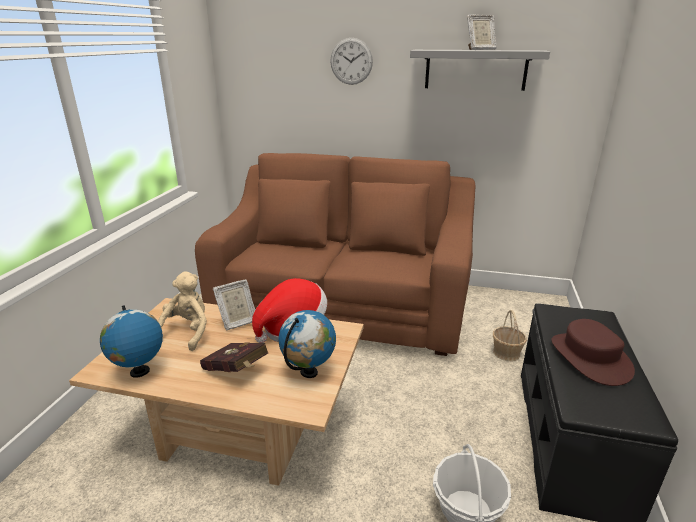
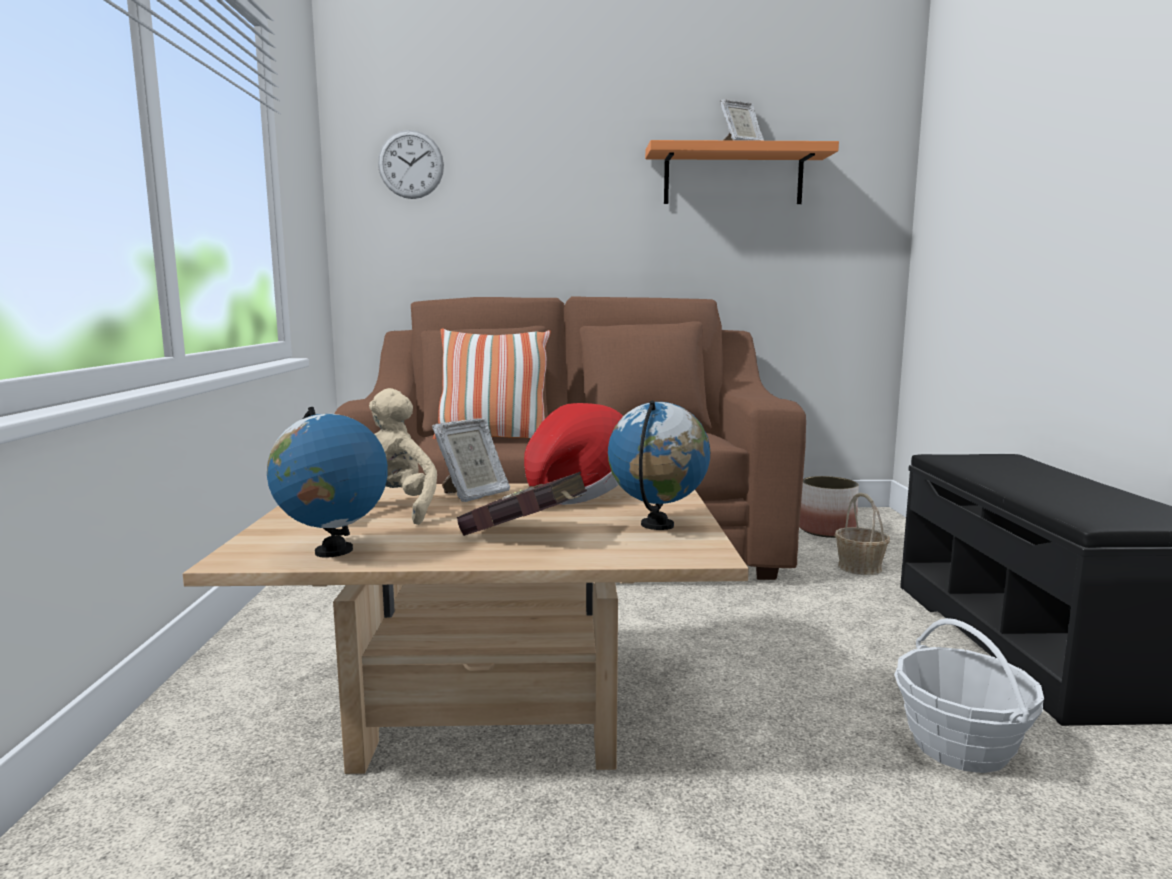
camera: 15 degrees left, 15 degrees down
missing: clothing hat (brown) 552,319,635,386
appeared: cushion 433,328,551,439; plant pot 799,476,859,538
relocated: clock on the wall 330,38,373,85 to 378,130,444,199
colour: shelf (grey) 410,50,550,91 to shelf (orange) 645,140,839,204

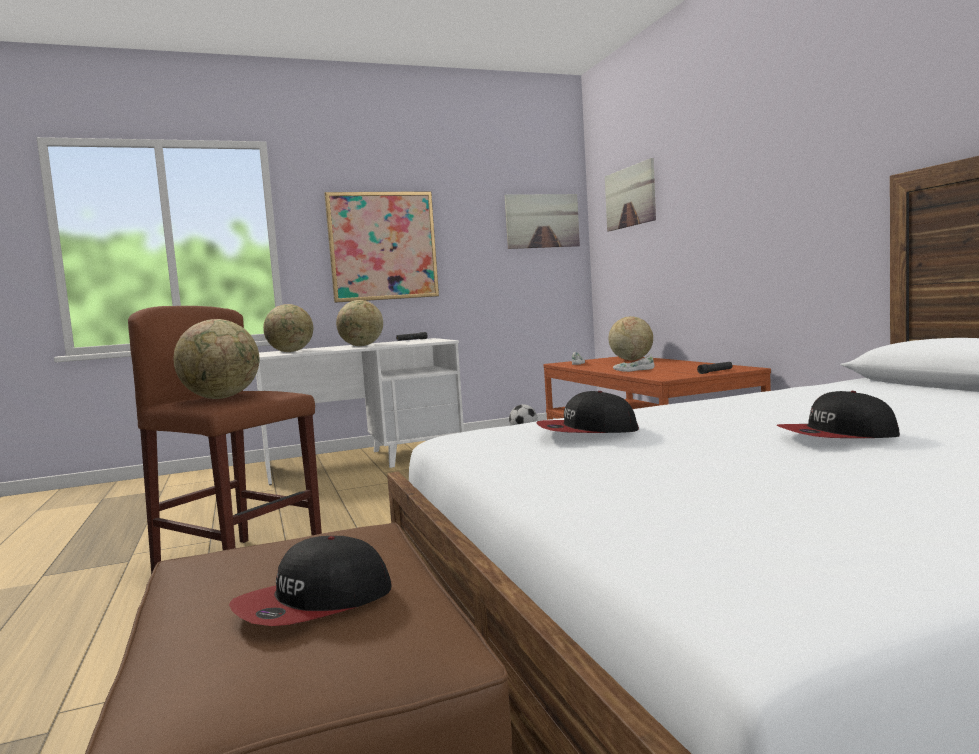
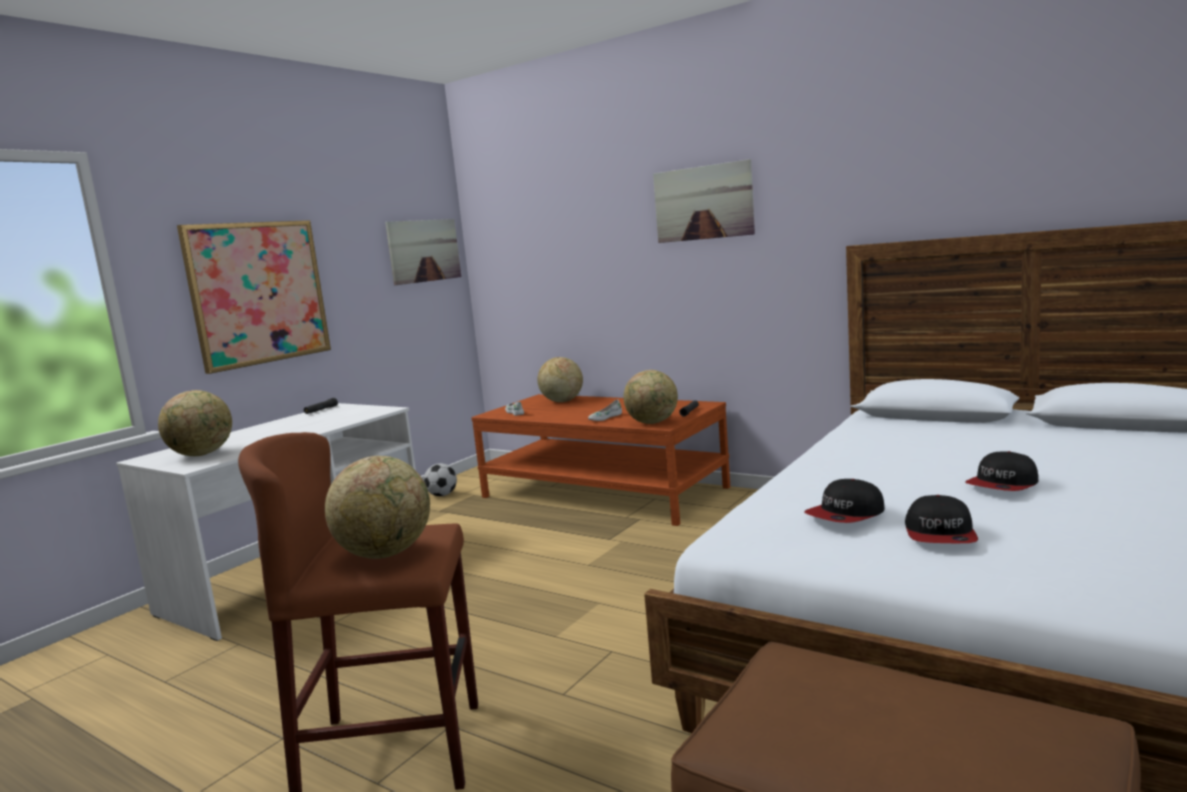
camera: 35 degrees left, 5 degrees up
relocated: cap 229,536,392,626 to 905,495,978,543; world globe 336,300,383,346 to 623,370,678,424; wall picture 605,158,656,231 to 653,159,755,243

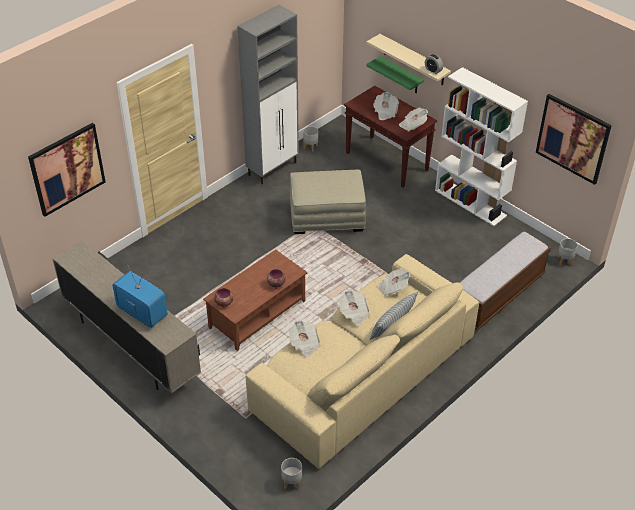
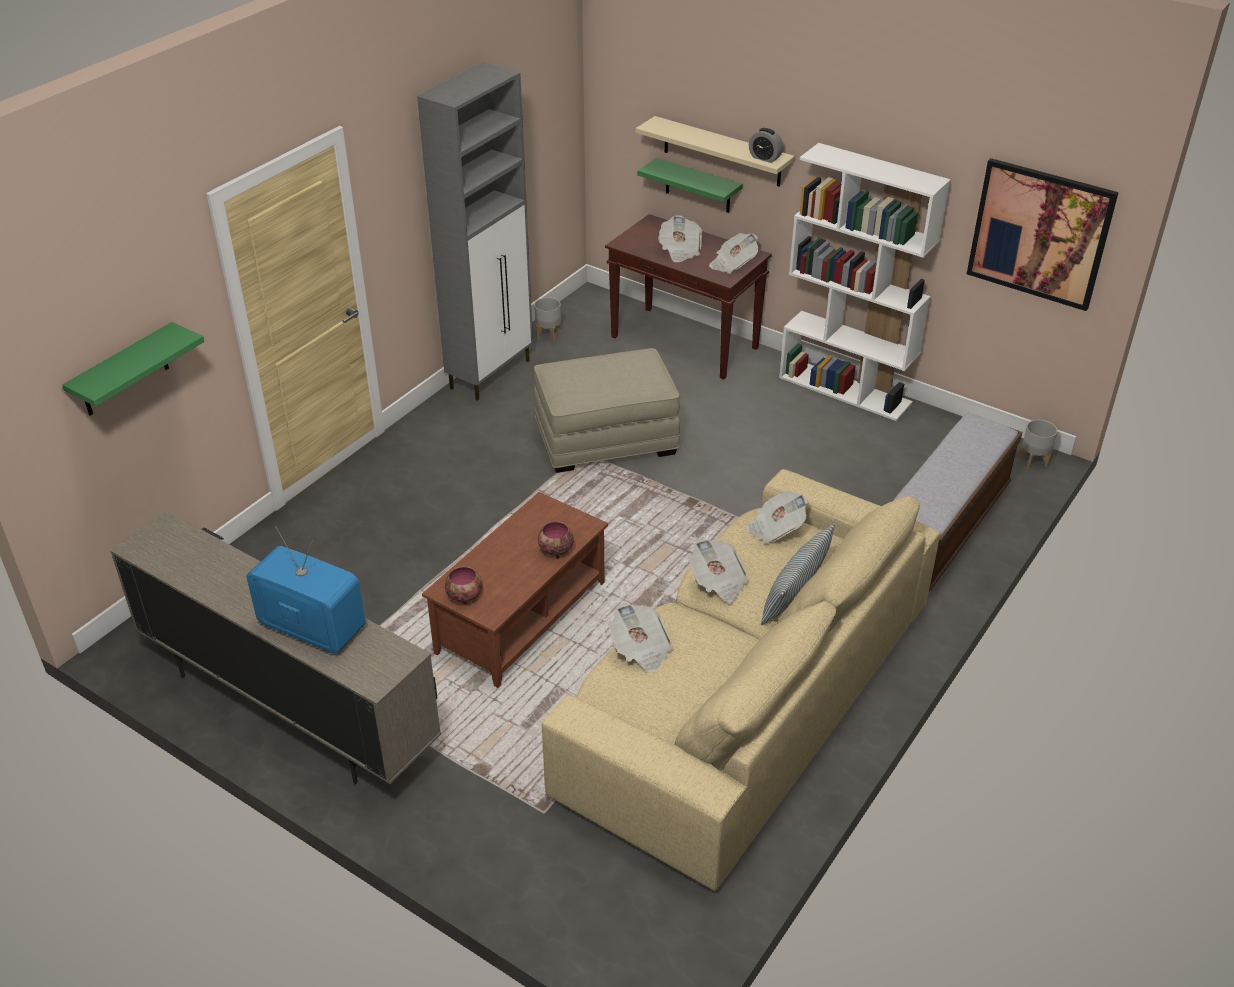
camera: 10 degrees left, 5 degrees down
missing: plant pot (grey) 281,458,302,489
exchanged: wall picture 28,123,106,217 to shelf (greenish) 62,322,204,416

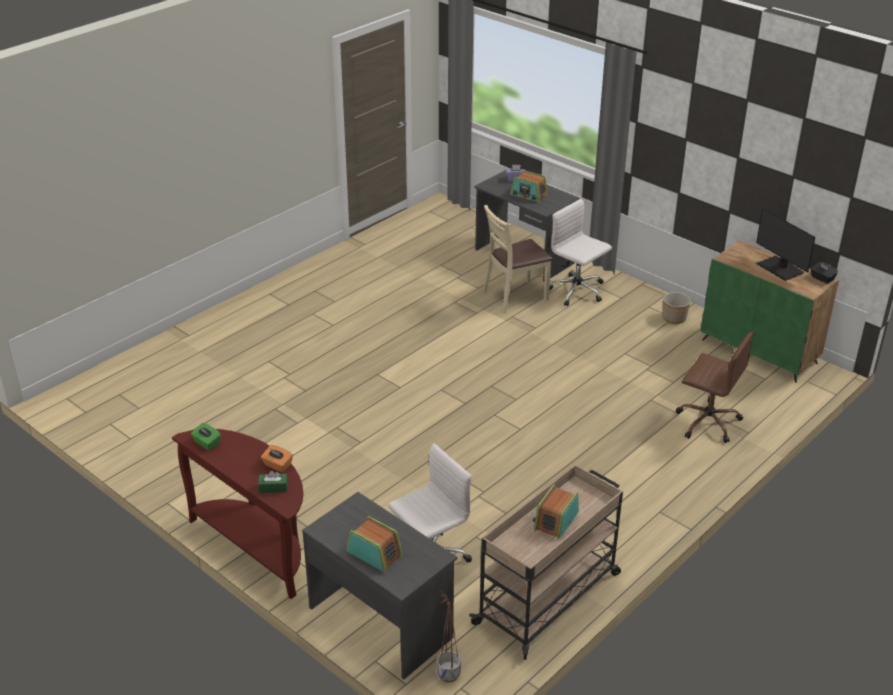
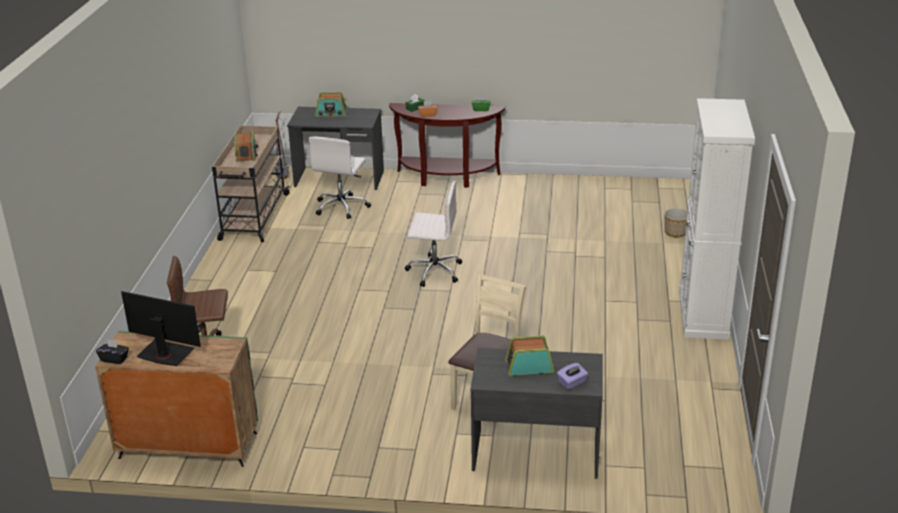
camera: 145 degrees right, 5 degrees down
appeared: storage cabinet (white) 679,98,755,340
relocated: desk chair (white) 549,199,612,306 to 405,181,462,287; plant pot 663,292,691,324 to 664,208,687,237

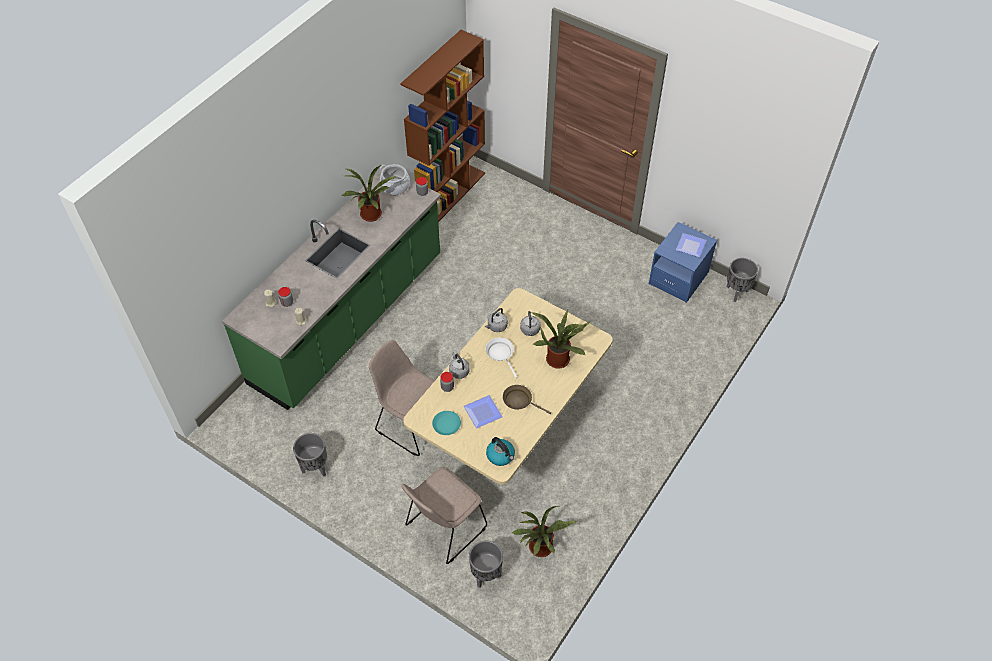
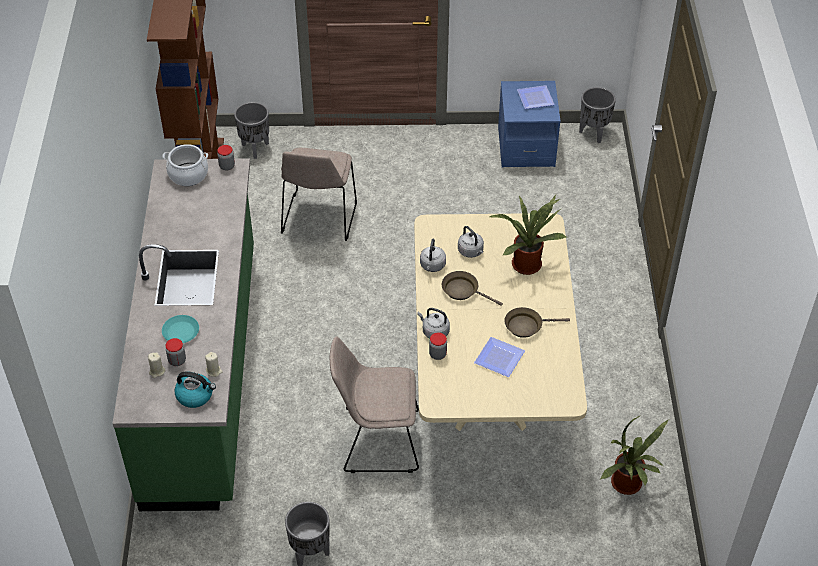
camera: 35 degrees left, 5 degrees down
missing: houseplant 341,165,397,222
relocated: plain chair (beige-coloured) 401,467,487,564 to 281,148,357,241; plate (blue-green) 432,411,461,435 to 162,315,199,343; plant pot (grey) 469,541,503,588 to 234,102,269,159; kettle 486,437,515,466 to 175,371,216,408
colour: pan (white) 486,337,517,378 to pan (brown) 442,271,503,306

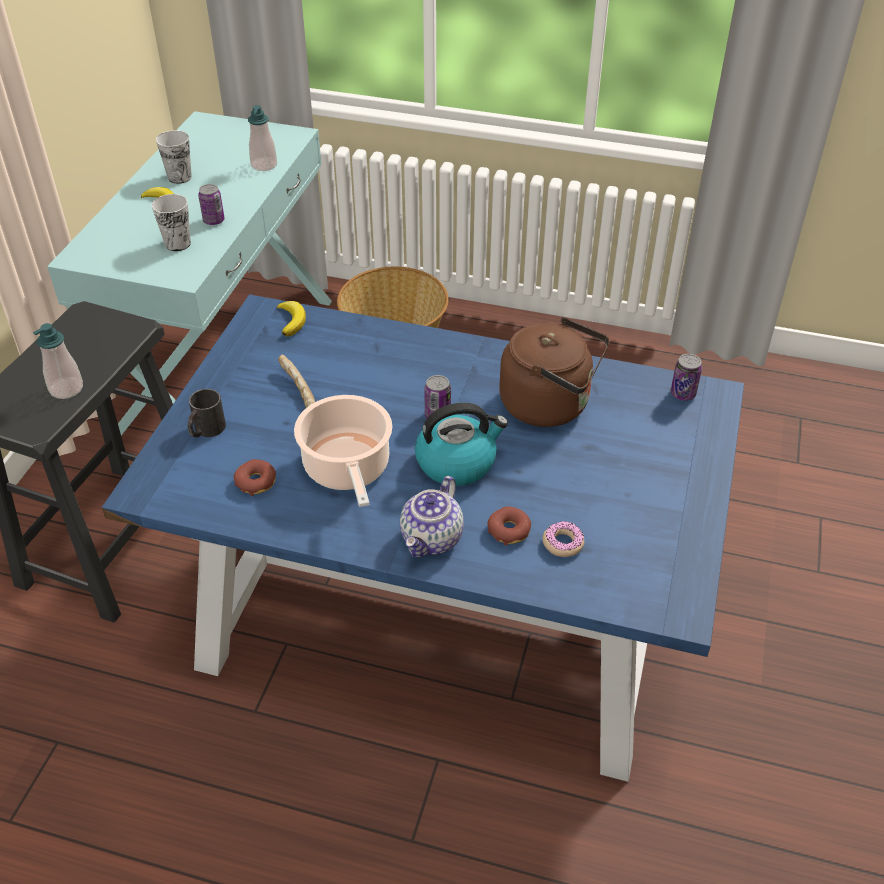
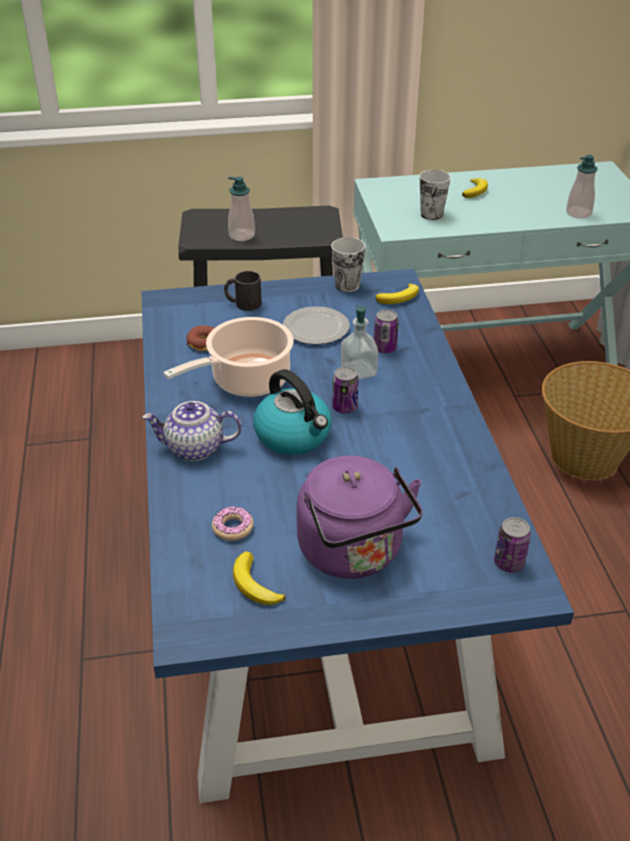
camera: 65 degrees right, 5 degrees down
missing: donut 488,506,531,546; kettle (brown) 499,317,610,427
appeared: banana 233,551,286,605; kettle (purplish) 297,456,423,579; liquid soap bottle 341,305,378,379
relocated: small cup 156,130,192,184 to 331,237,365,292; can 198,184,225,225 to 374,310,399,353
exchanged: bread 278,355,315,408 to plate 283,306,350,344

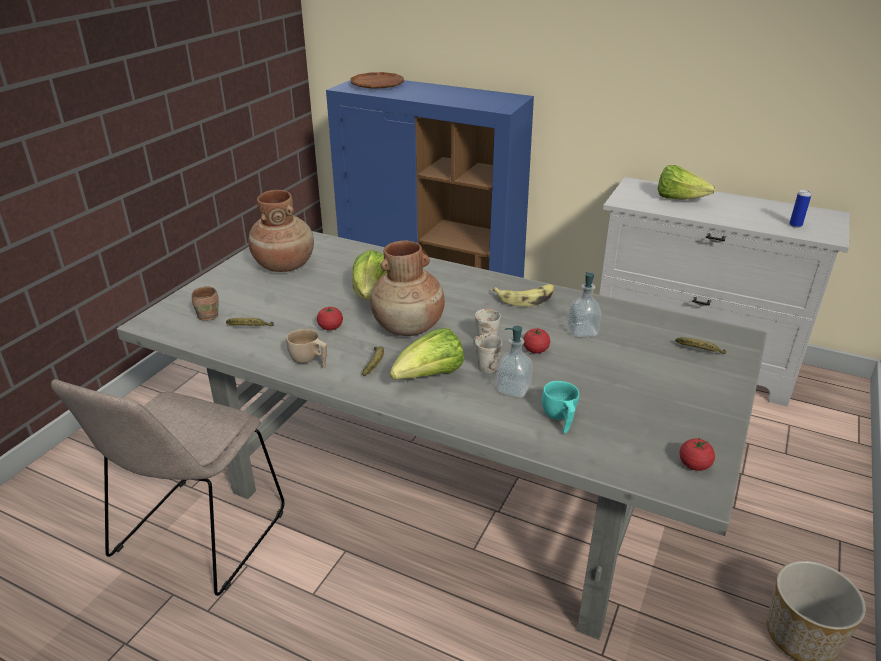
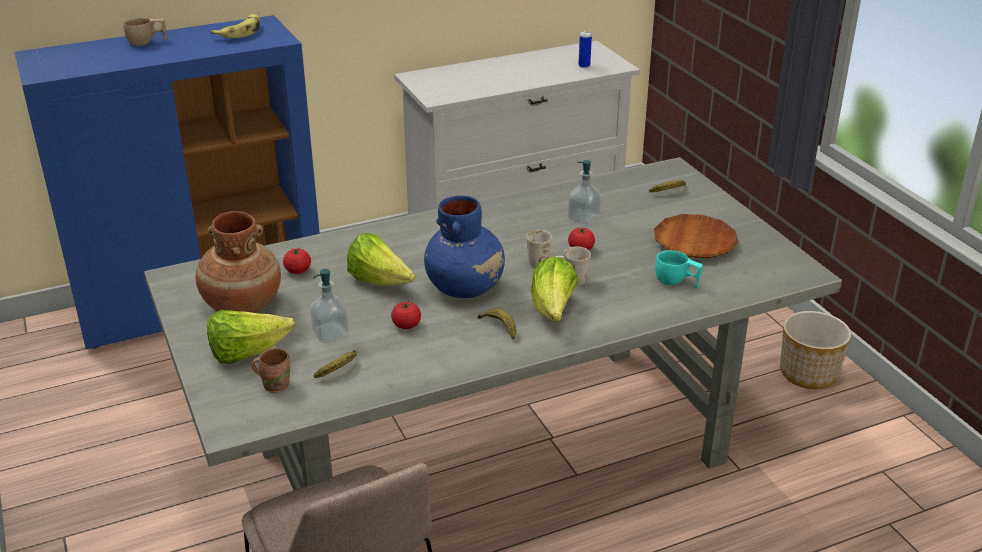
camera: 50 degrees left, 0 degrees up
relocated: small cup (beige-coloured) 287,329,327,368 to 123,18,167,46; plate (brown) 350,72,404,89 to 654,214,738,258; banana 493,284,554,307 to 211,14,260,38; liquid soap bottle 496,326,533,398 to 310,269,349,343; lettuce 658,165,716,200 to 207,310,295,364; tomato 680,438,715,471 to 283,248,311,274
colour: vase (brown) 370,240,445,336 to vase (blue) 424,196,505,298

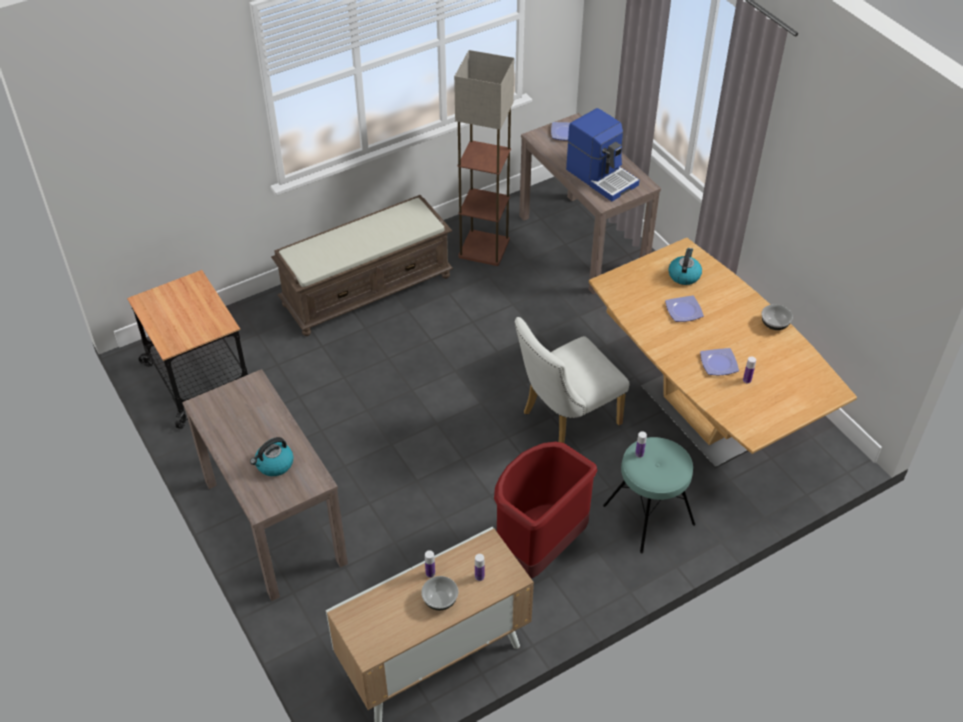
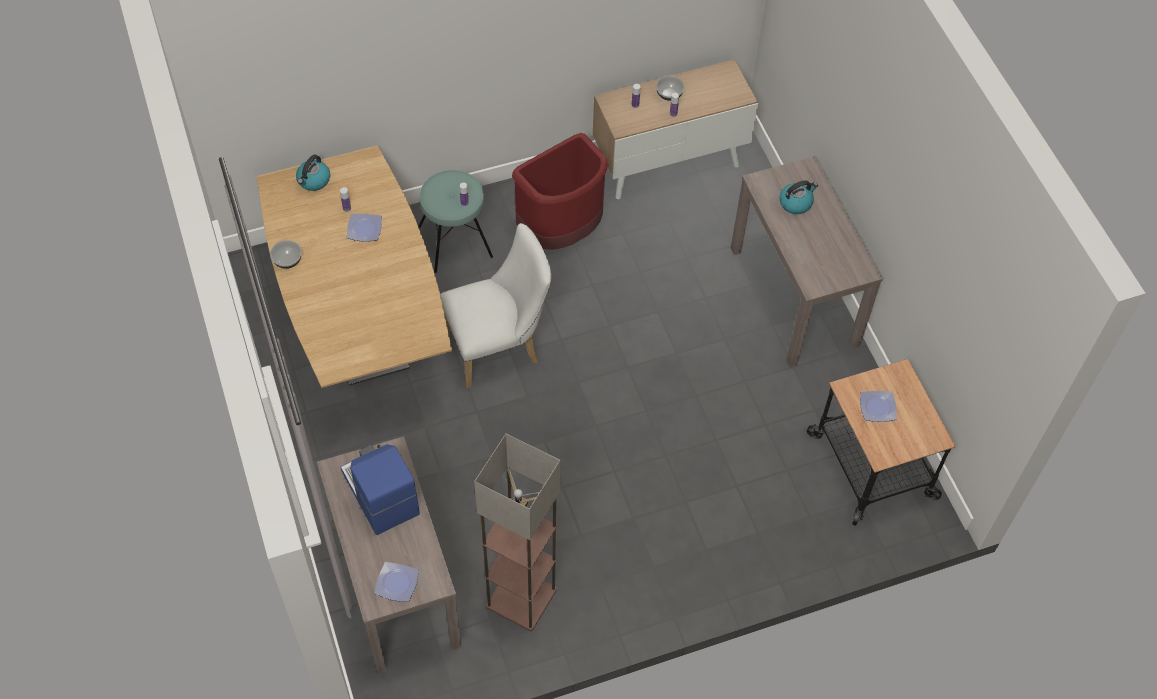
camera: 170 degrees left, 10 degrees up
missing: long seat (brown) 271,195,453,336
relocated: plate 665,295,704,322 to 860,391,897,422; kettle 668,248,702,285 to 296,155,330,191

